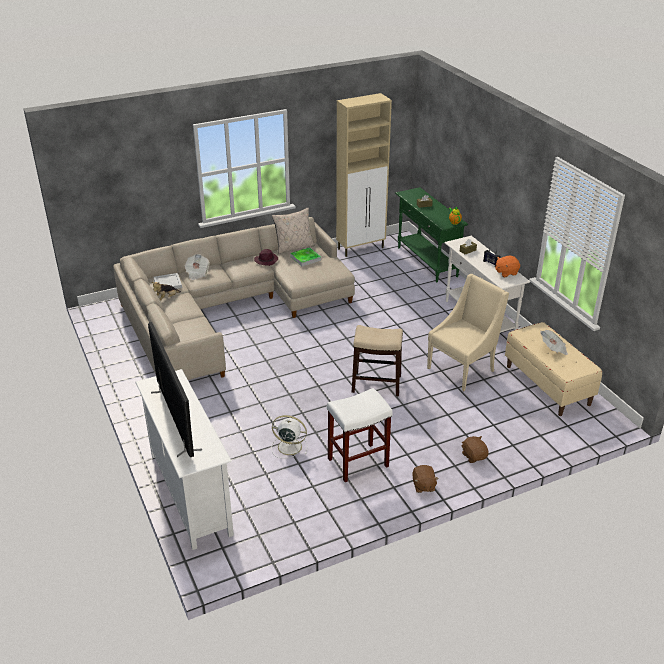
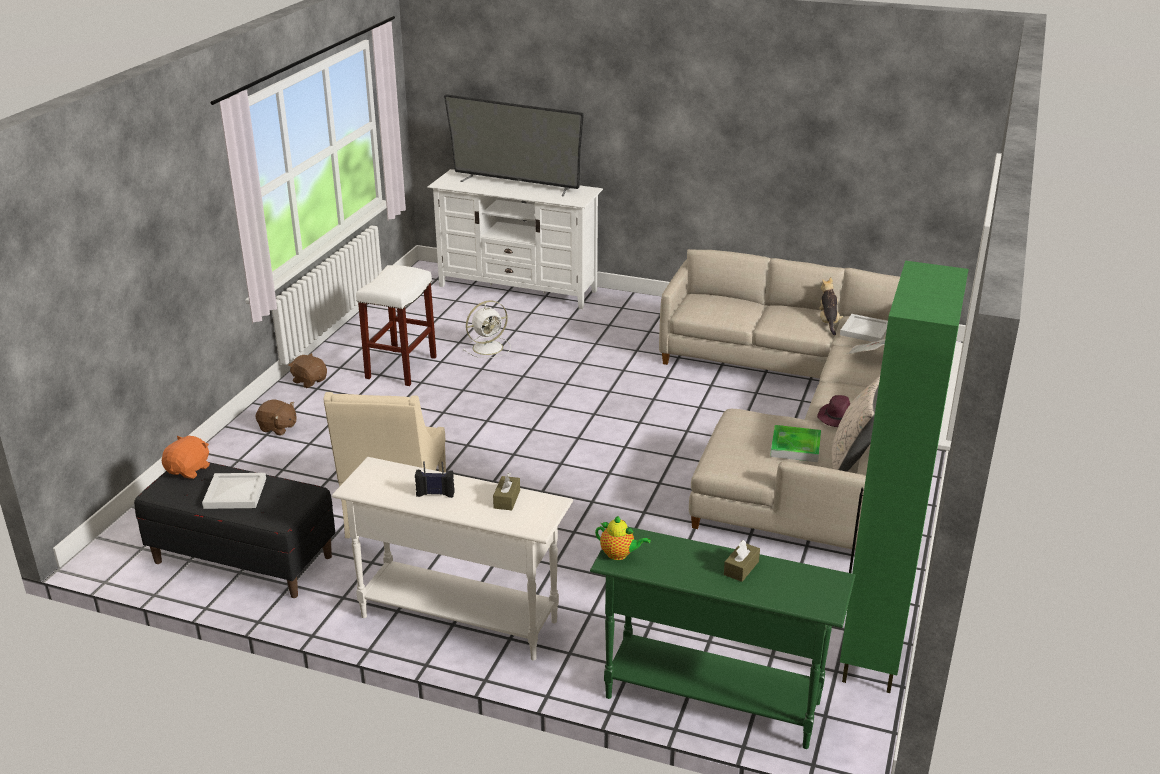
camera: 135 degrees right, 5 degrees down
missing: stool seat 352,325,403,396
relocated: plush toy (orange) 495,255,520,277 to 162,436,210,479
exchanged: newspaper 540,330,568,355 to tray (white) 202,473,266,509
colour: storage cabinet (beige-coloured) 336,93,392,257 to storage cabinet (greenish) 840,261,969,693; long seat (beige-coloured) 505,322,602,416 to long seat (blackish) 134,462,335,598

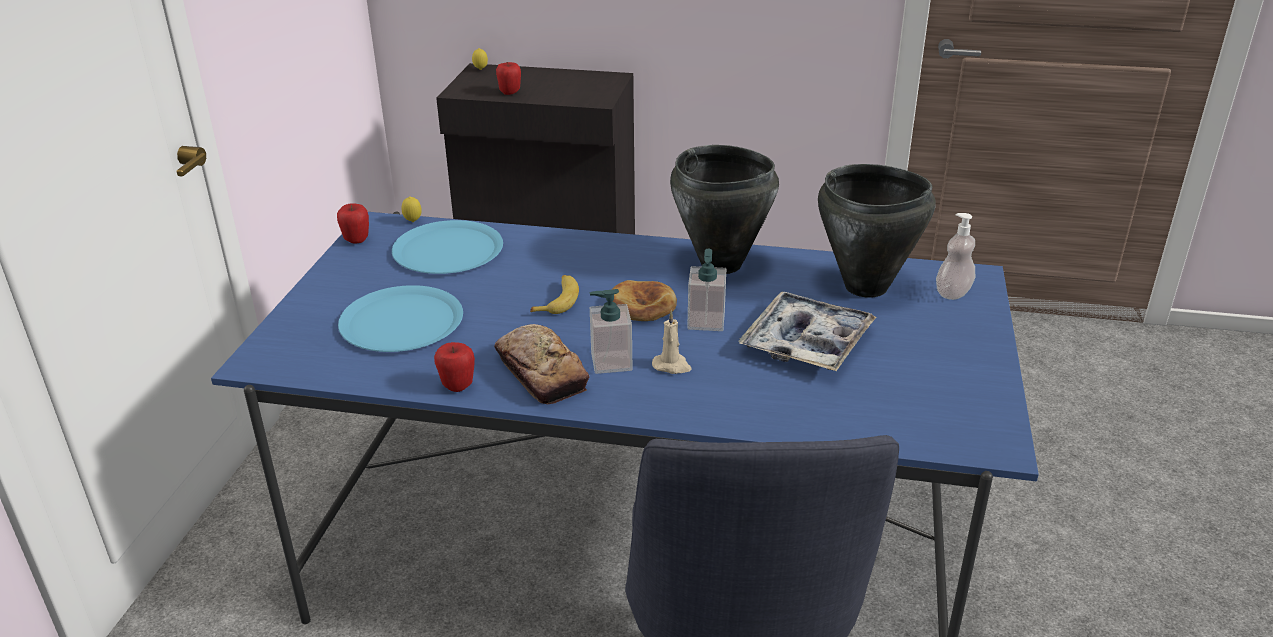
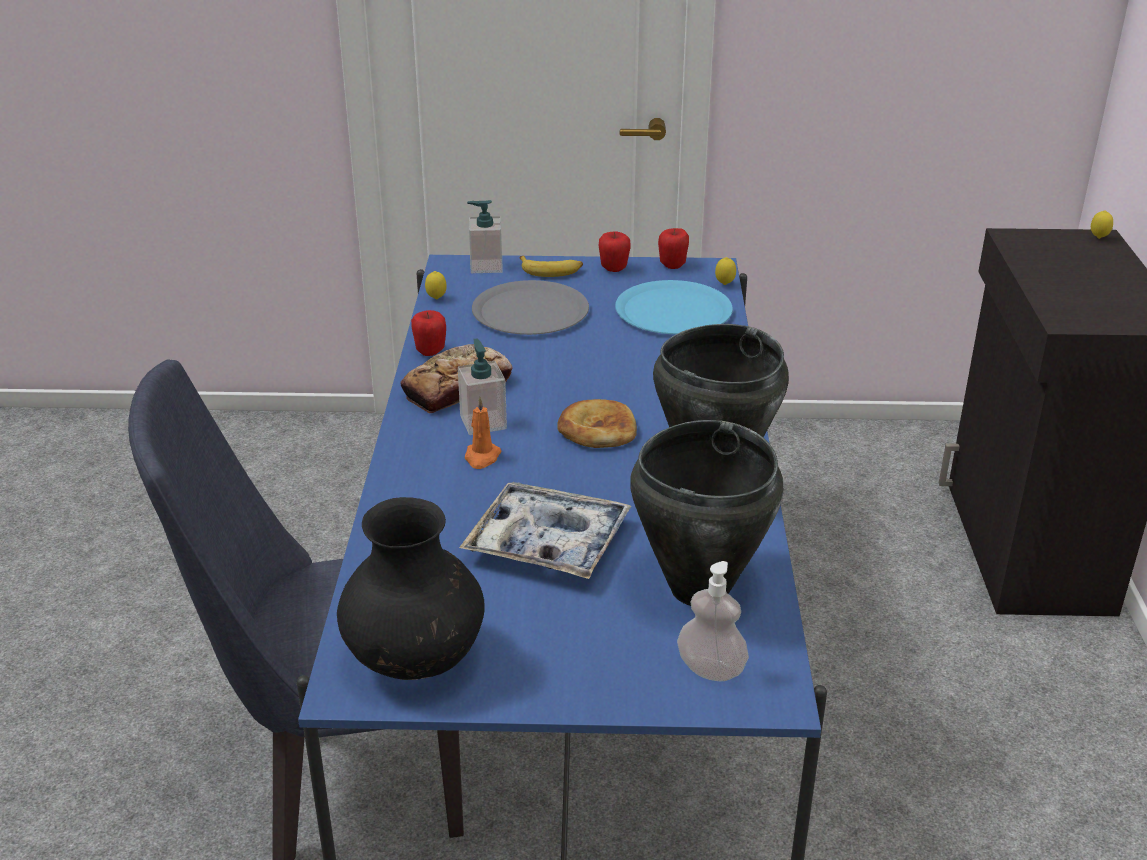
camera: 80 degrees right, 0 degrees up
appeared: vase (blackish) 337,497,485,680; citrus fruit 425,271,447,299
relocated: whole apple 496,62,521,95 to 599,231,631,272; banana 530,275,579,314 to 519,256,583,277; liquid soap bottle 687,248,726,331 to 467,200,503,273
colour: plate (blue) 338,285,463,352 to plate (grey) 472,280,589,335; wax light (beige-coloured) 652,310,691,374 to wax light (orange) 465,397,501,469

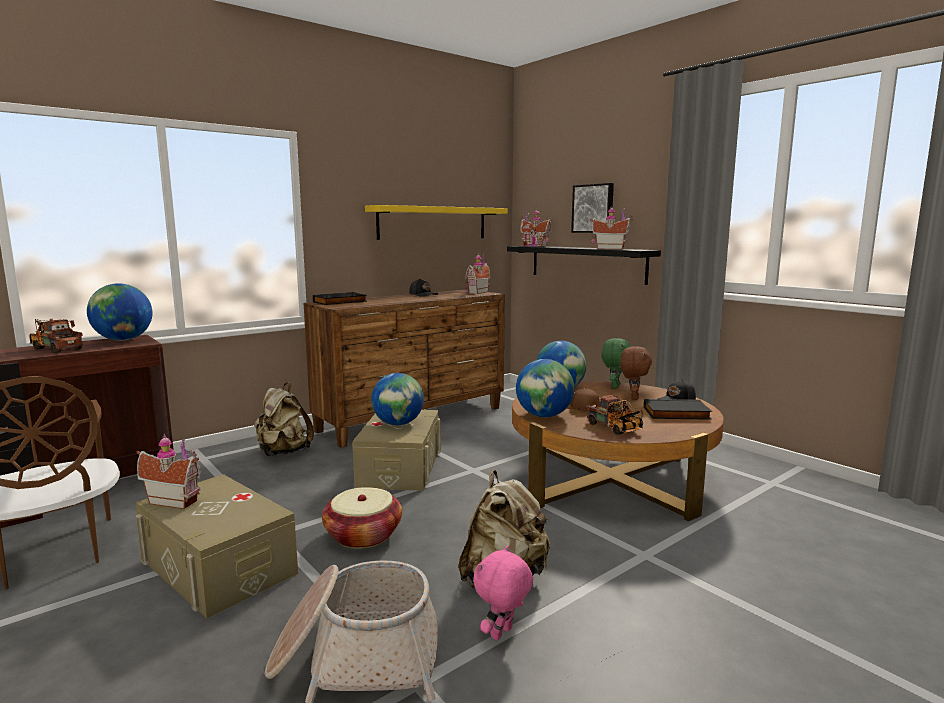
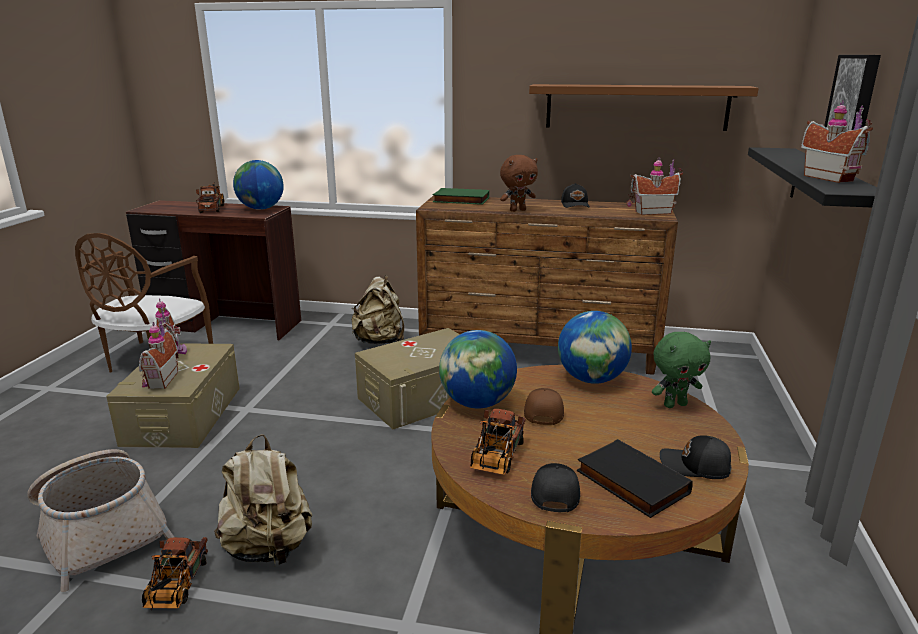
camera: 50 degrees right, 10 degrees up
missing: household basket 322,487,402,549; world globe 371,373,424,425
appeared: cap (blackish) 531,463,580,512
relocated: model house 520,208,553,247 to 139,318,178,389; plush toy (brown) 621,346,652,400 to 500,155,538,212
exchanged: plush toy (pink) 473,546,534,640 to toy truck 142,537,208,610
colour: bound book (blackish) 313,292,367,305 to bound book (greenish) 433,188,489,205; shelf (yellow-coloured) 365,205,508,240 to shelf (brown) 529,84,759,131

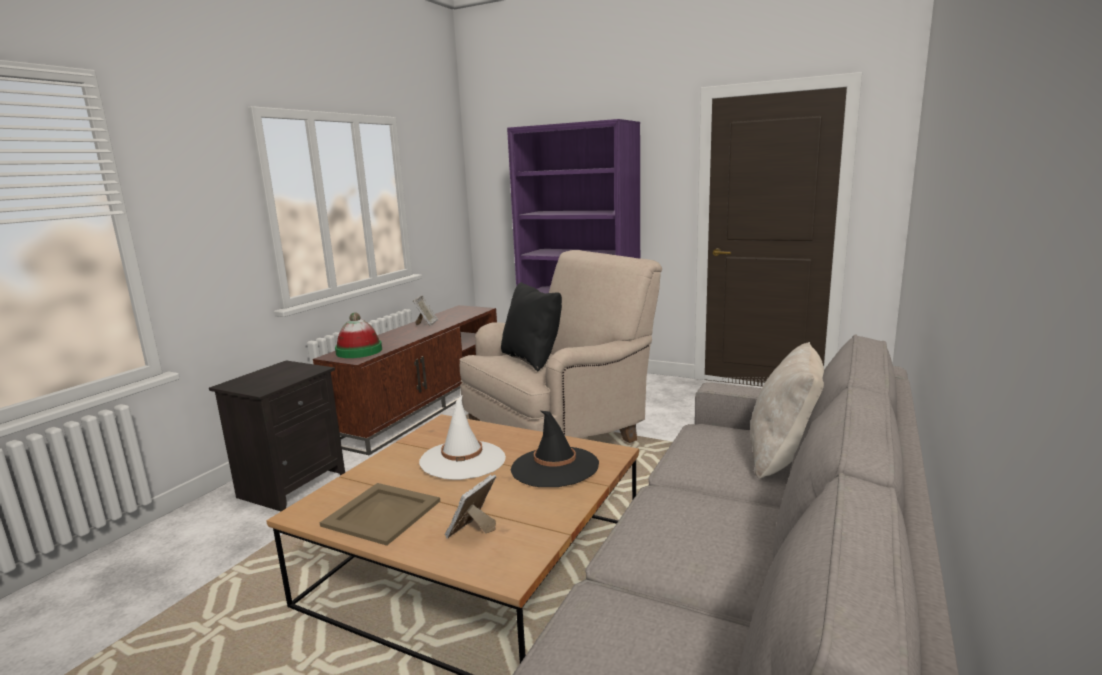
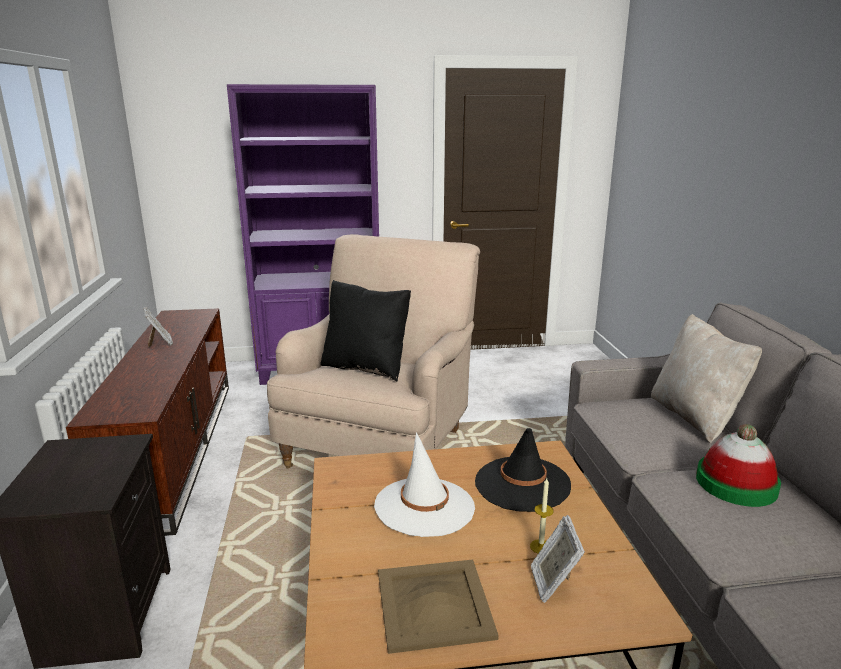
camera: 35 degrees left, 5 degrees up
appeared: wax light 530,478,554,554
relocated: clothing hat 335,312,382,358 to 696,424,781,507

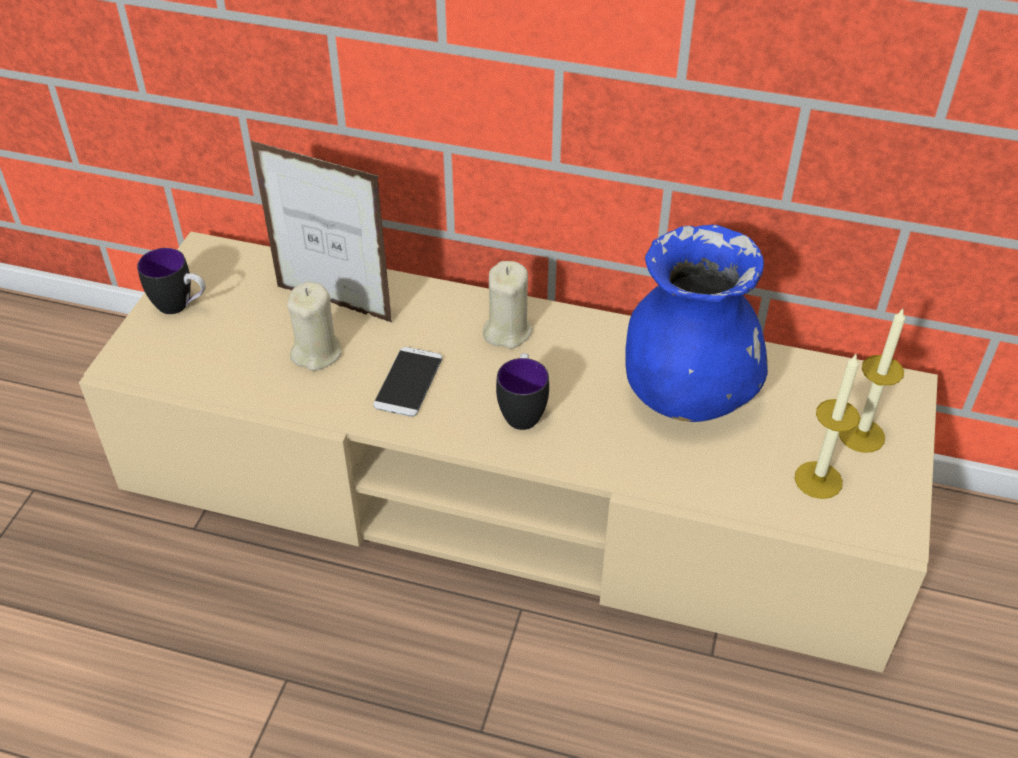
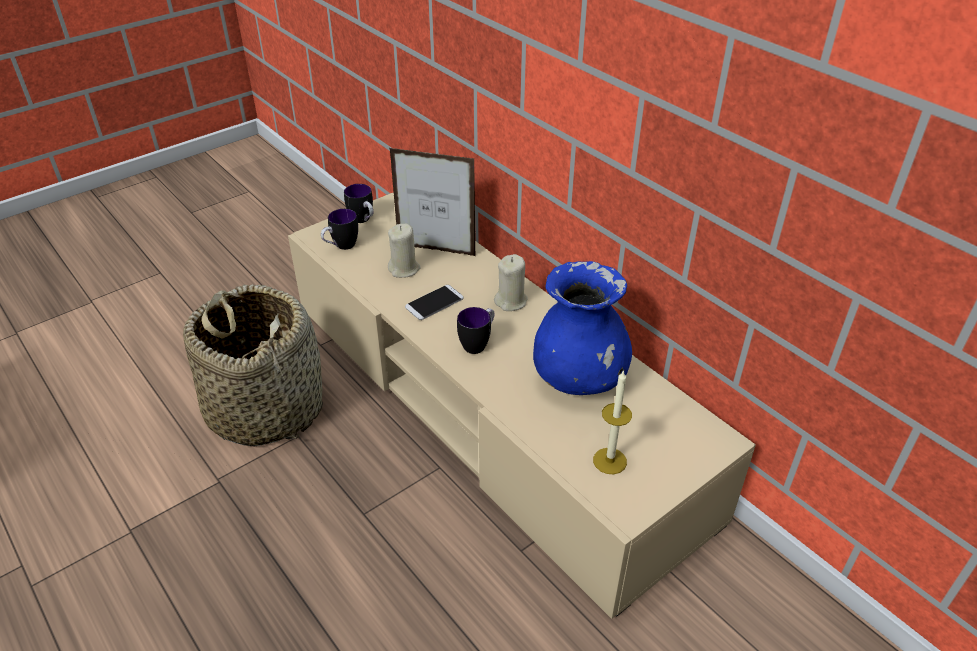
camera: 35 degrees right, 5 degrees down
missing: wax light 839,309,905,453
appeared: household basket 183,284,323,447; coffee mug 321,209,358,250
spun: standing frame 250,140,393,323 = 389,148,475,256 135 degrees clockwise

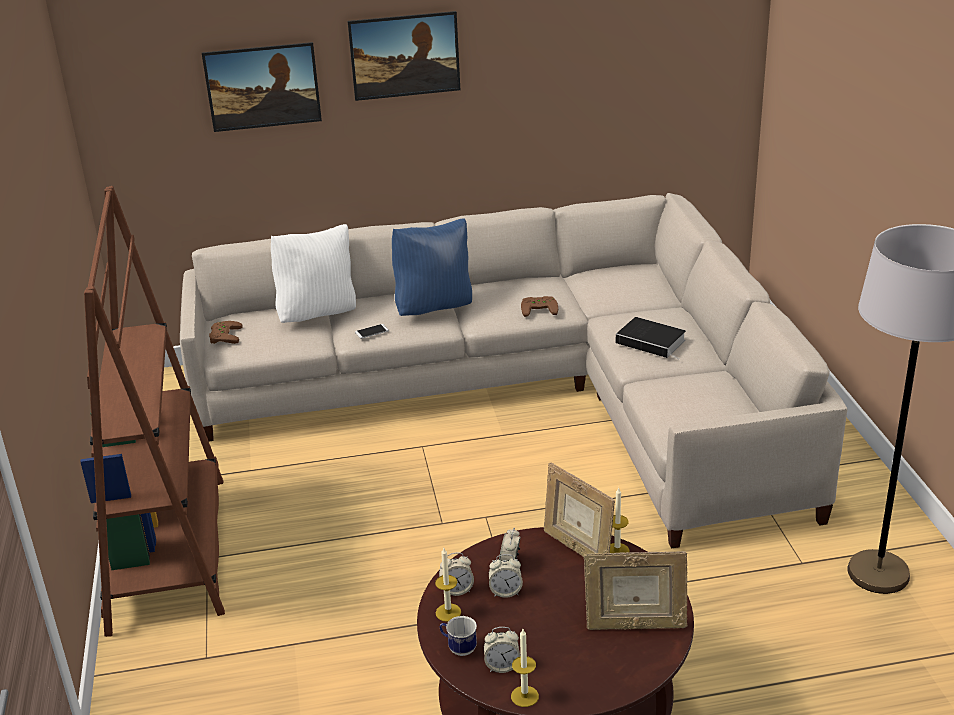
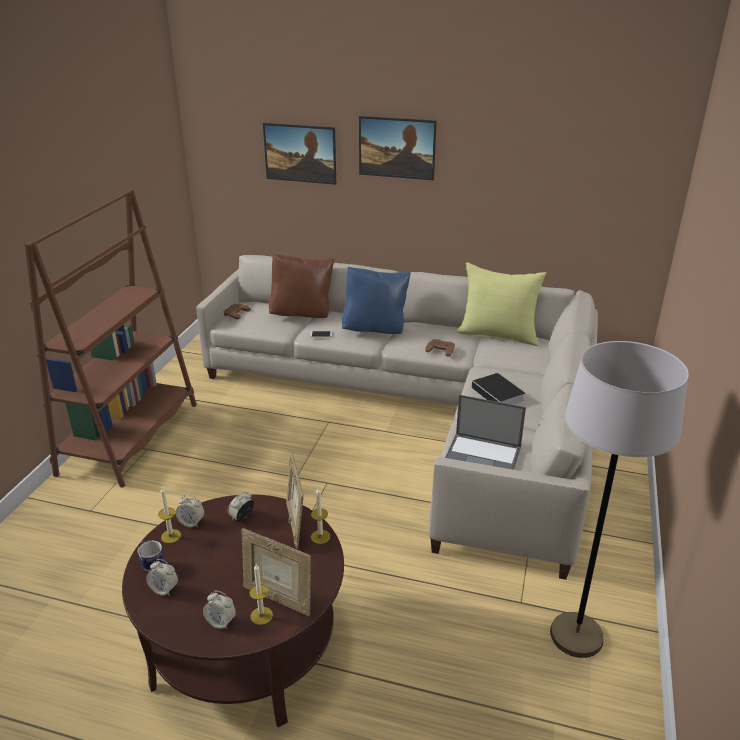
camera: 25 degrees right, 0 degrees up
appeared: laptop 445,395,526,470; cushion (yellow-coloured) 456,262,547,346
relocated: table clock 489,554,523,598 to 203,591,236,629; wax light 511,629,539,707 to 249,564,273,625
colour: cushion (white) 271,224,356,323 to cushion (brown) 269,254,334,318

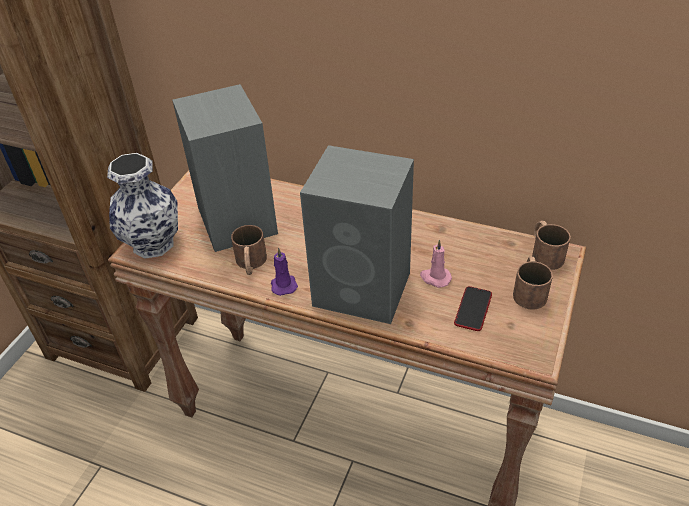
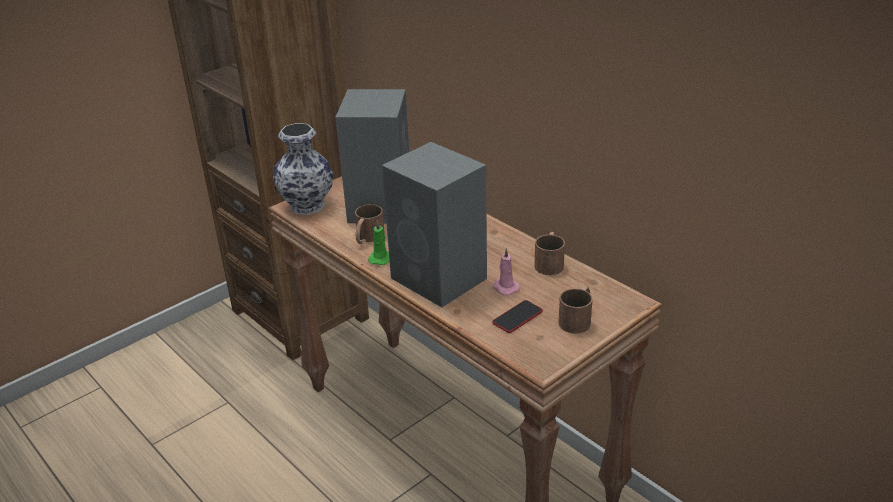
camera: 25 degrees right, 10 degrees down
relocated: coffee mug (brown) 532,221,571,270 to 534,232,565,275
colour: wax light (purplish) 271,247,298,296 to wax light (greenish) 368,220,390,265

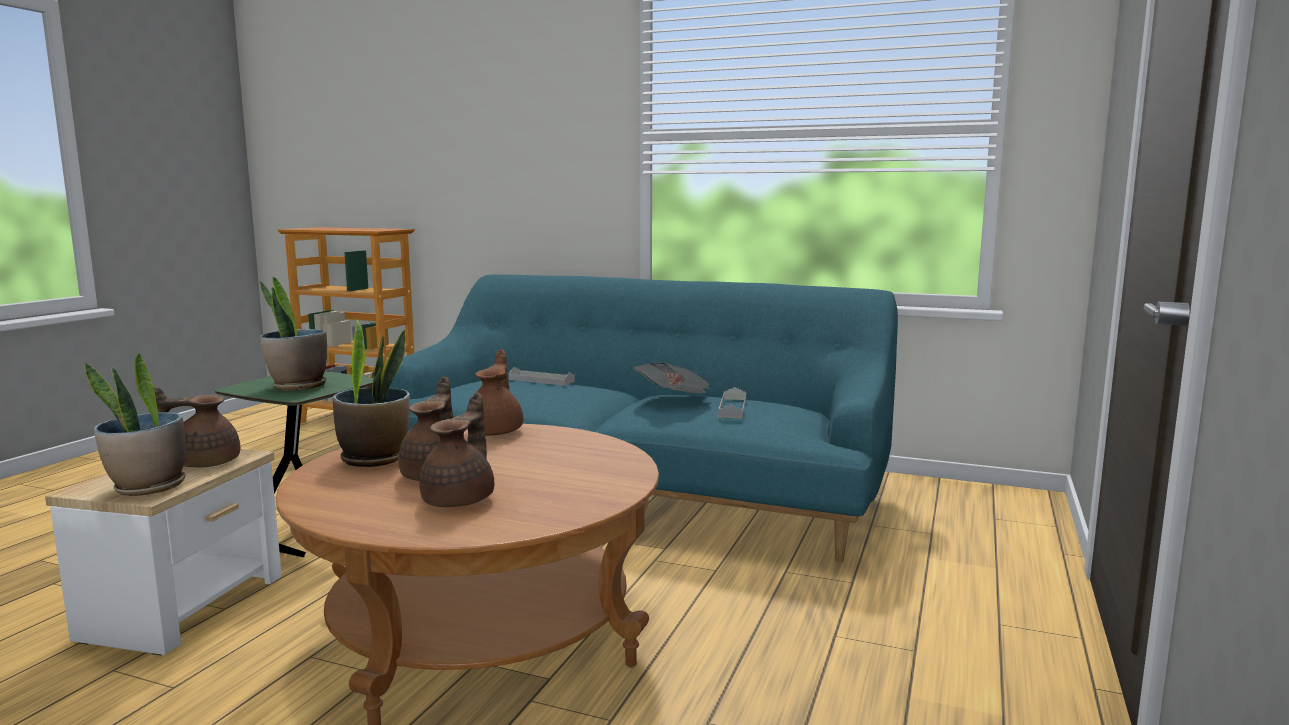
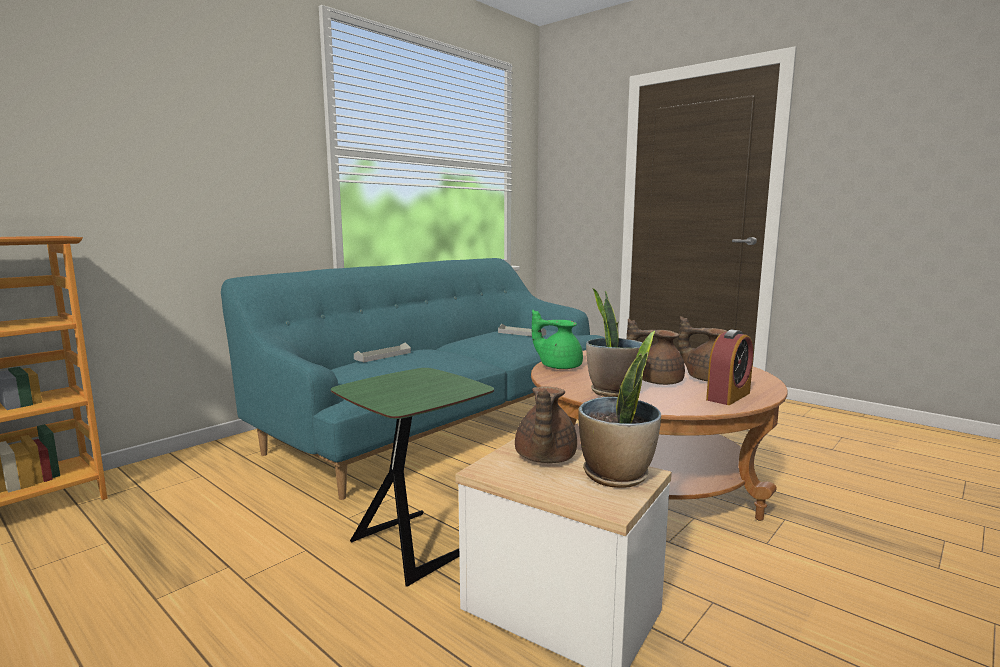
camera: 70 degrees left, 0 degrees up
missing: houseplant 260,277,327,390; newspaper 633,363,710,393
appeared: table clock 706,330,753,405
colour: teapot (brown) 466,349,523,436 to teapot (greenish) 532,310,583,369

